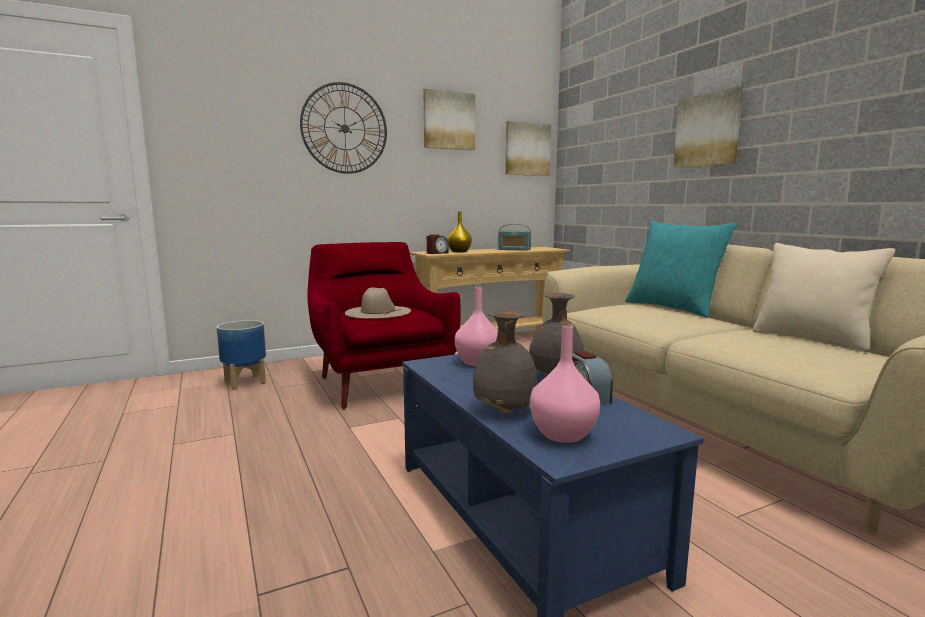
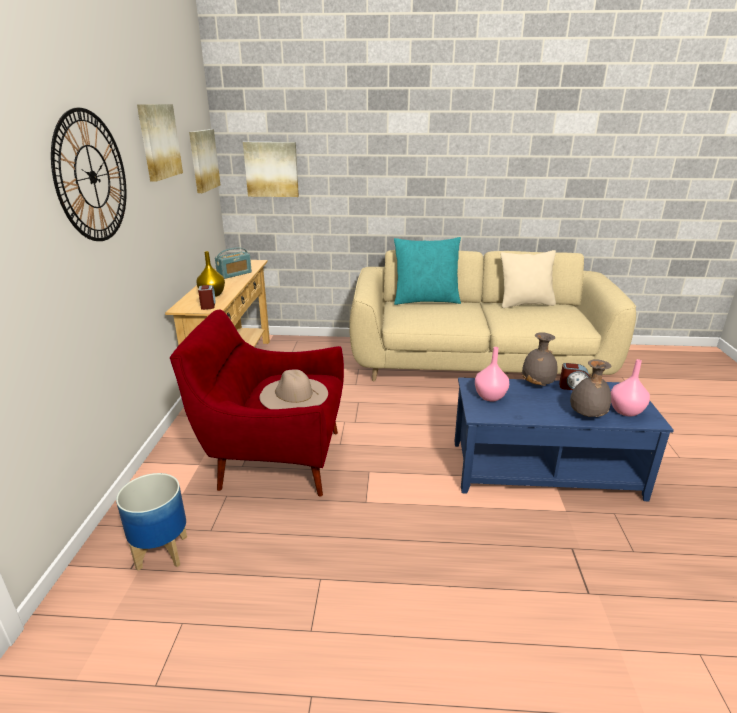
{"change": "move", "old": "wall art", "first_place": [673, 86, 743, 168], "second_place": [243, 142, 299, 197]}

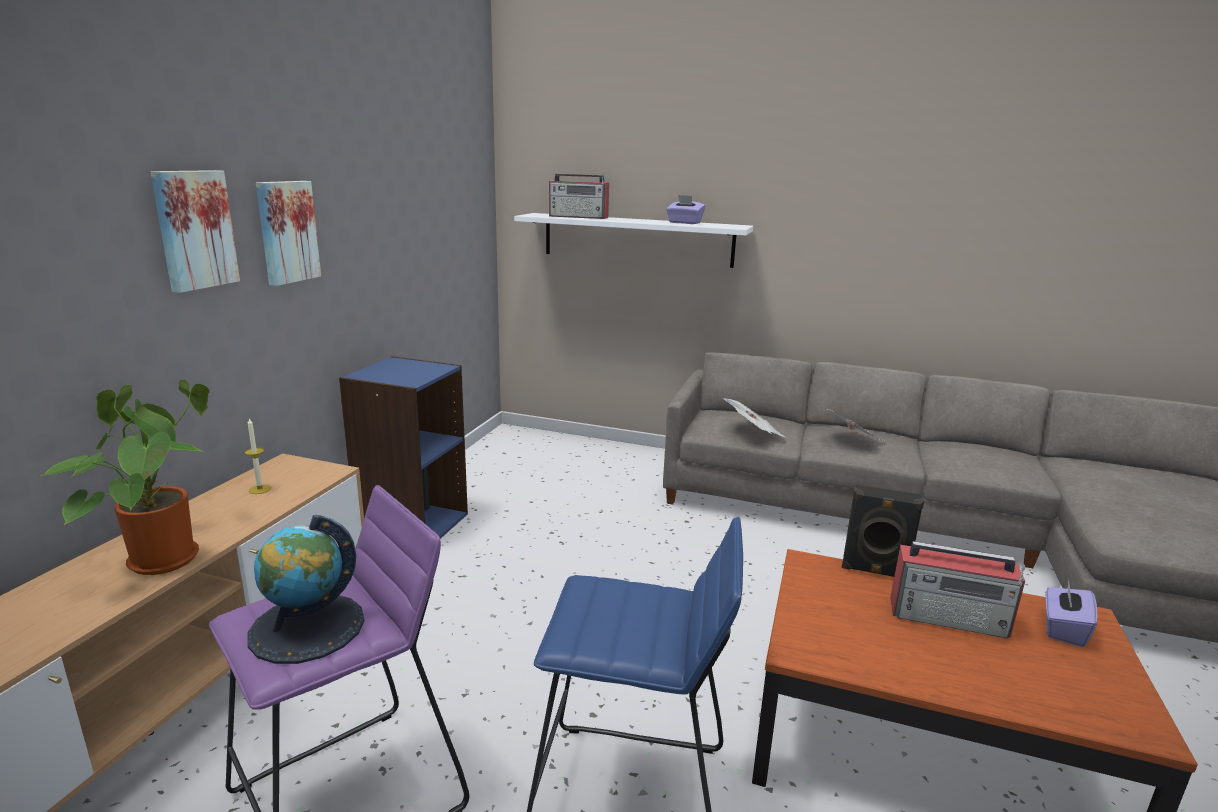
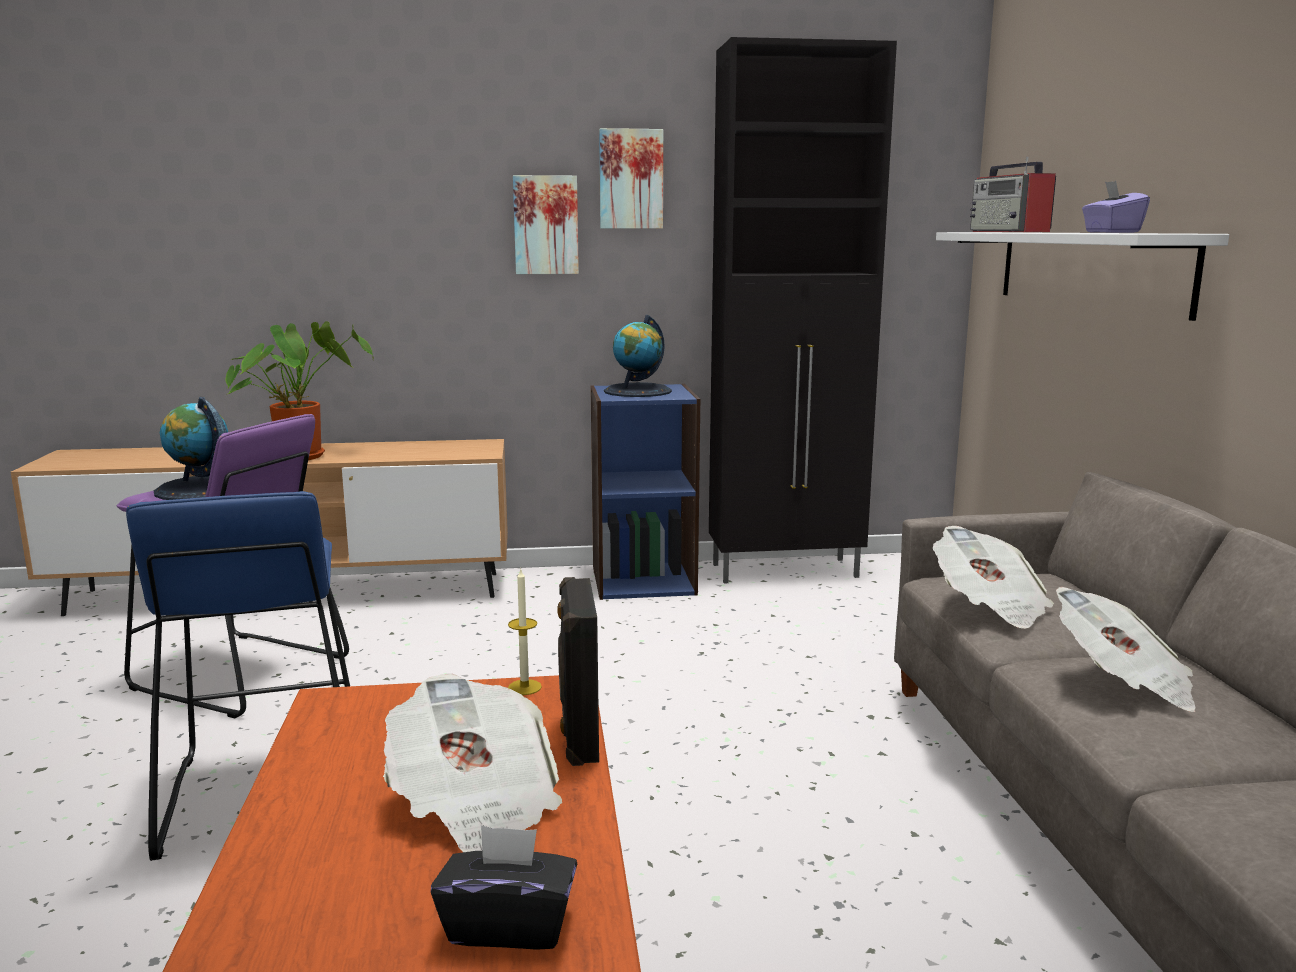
{"change": "insert", "new": "world globe", "second_place": [604, 315, 672, 397]}
{"change": "insert", "new": "black cupboard", "second_place": [709, 37, 897, 584]}
{"change": "move", "old": "wall art", "first_place": [151, 170, 240, 293], "second_place": [599, 128, 663, 229]}
{"change": "move", "old": "candle", "first_place": [244, 418, 271, 494], "second_place": [508, 570, 542, 695]}
{"change": "replace", "old": "radio", "new": "printed paper", "first_place": [890, 541, 1025, 638], "second_place": [383, 674, 562, 852]}
{"change": "recolor", "old": "purplish tissue holder", "new": "black tissue holder", "first_place": [1045, 579, 1097, 647], "second_place": [431, 825, 577, 950]}

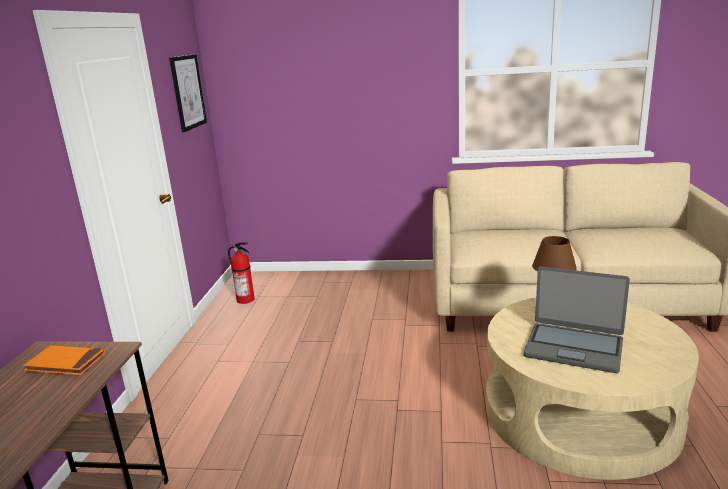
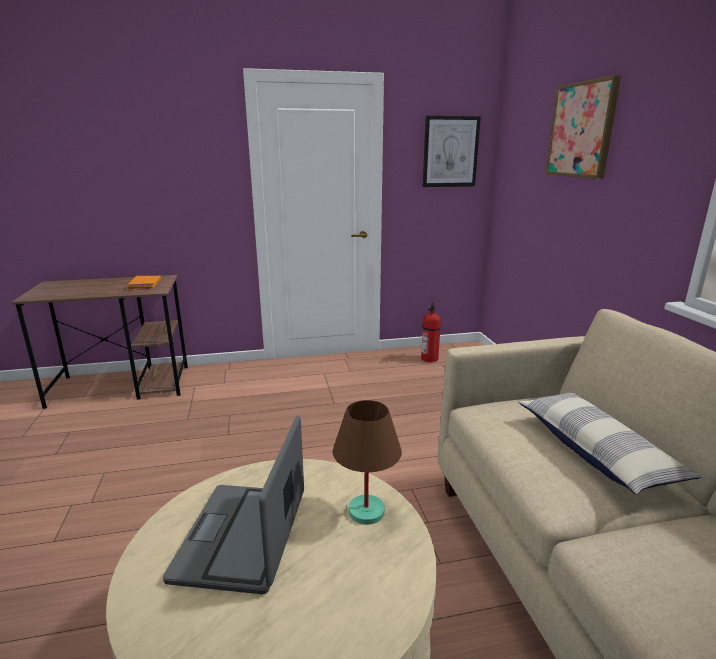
{"change": "insert", "new": "pillow", "second_place": [518, 393, 702, 494]}
{"change": "insert", "new": "wall art", "second_place": [545, 75, 621, 179]}

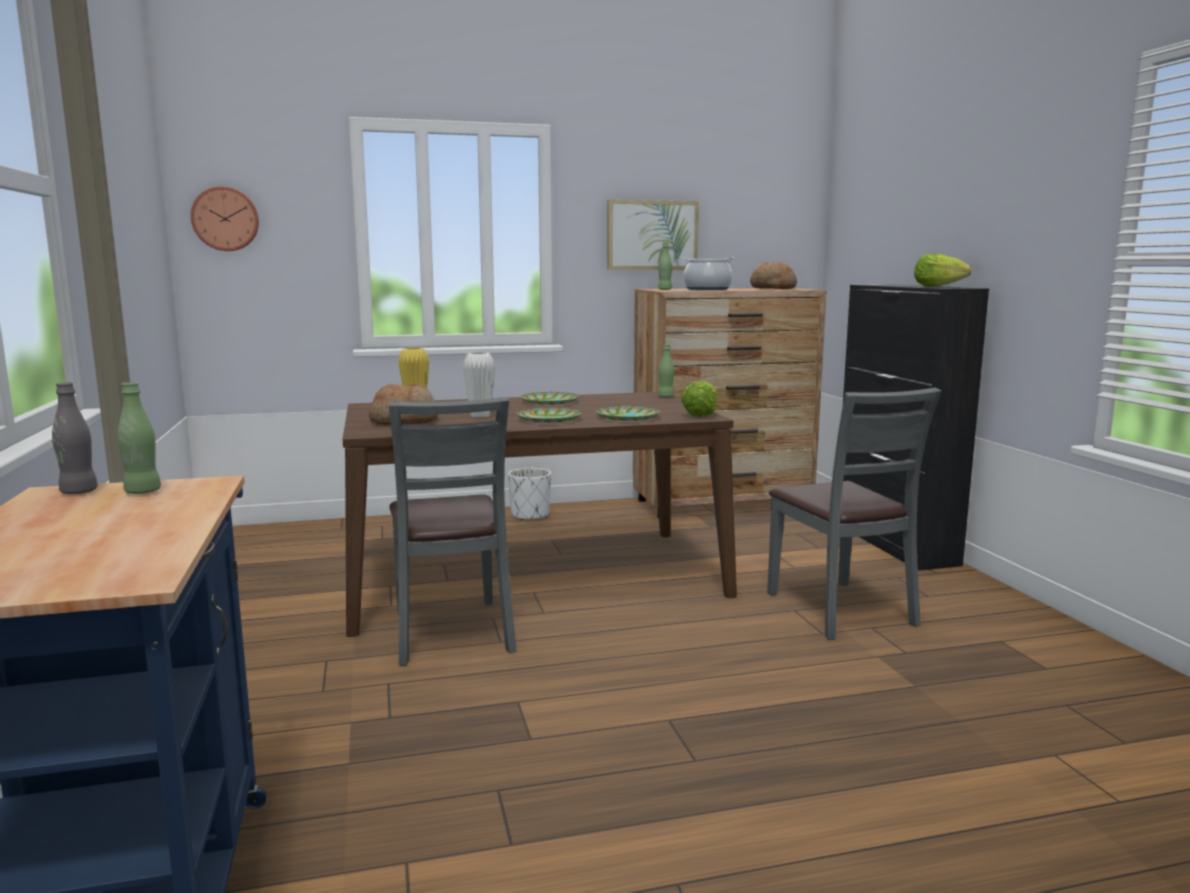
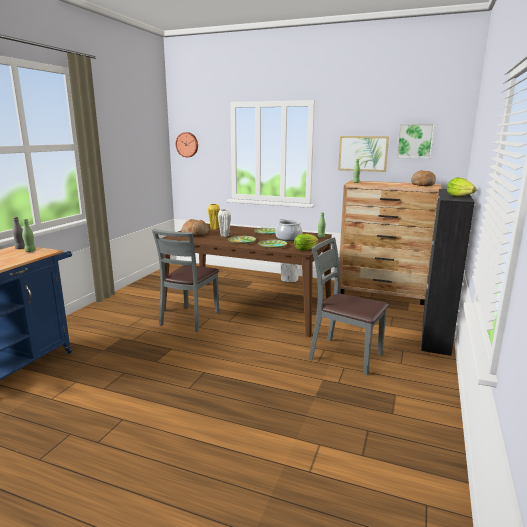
{"change": "insert", "new": "wall art", "second_place": [396, 124, 435, 158]}
{"change": "move", "old": "stockpot", "first_place": [683, 258, 735, 290], "second_place": [275, 219, 302, 241]}
{"change": "rotate", "old": "gray chair", "first_place": [767, 388, 941, 640], "second_place": [308, 237, 389, 375], "degrees": 105}

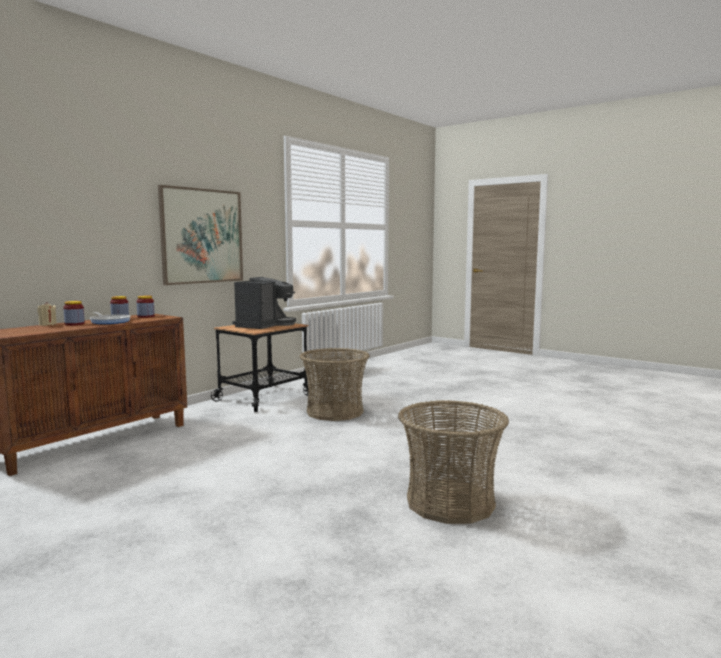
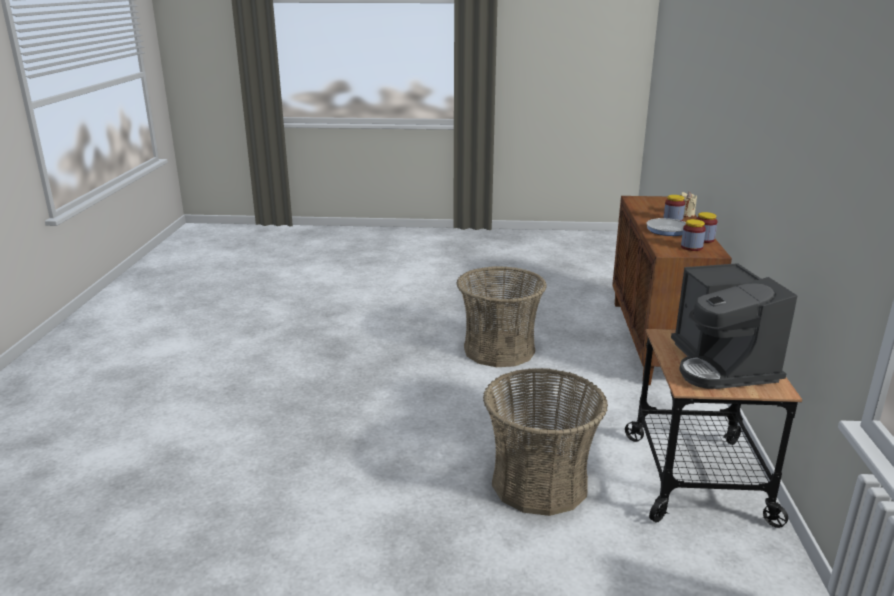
{"change": "delete", "old": "wall art", "first_place": [158, 185, 243, 285]}
{"change": "move", "old": "basket", "first_place": [398, 400, 509, 524], "second_place": [457, 266, 547, 367]}

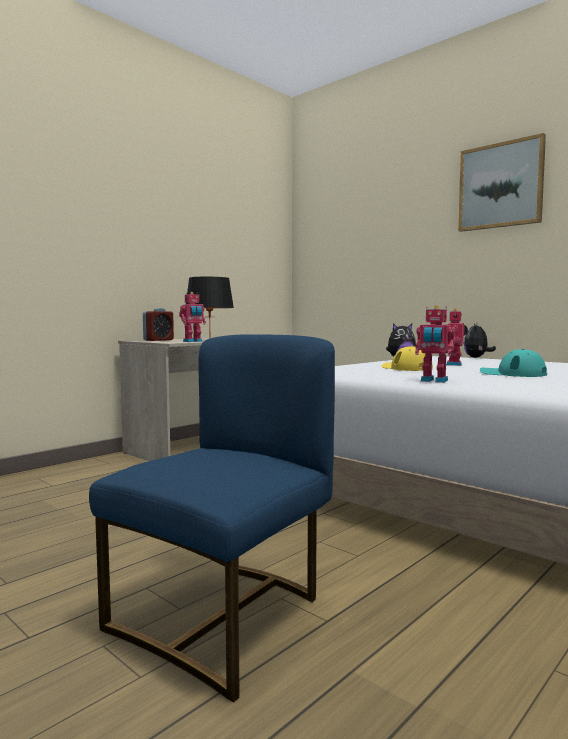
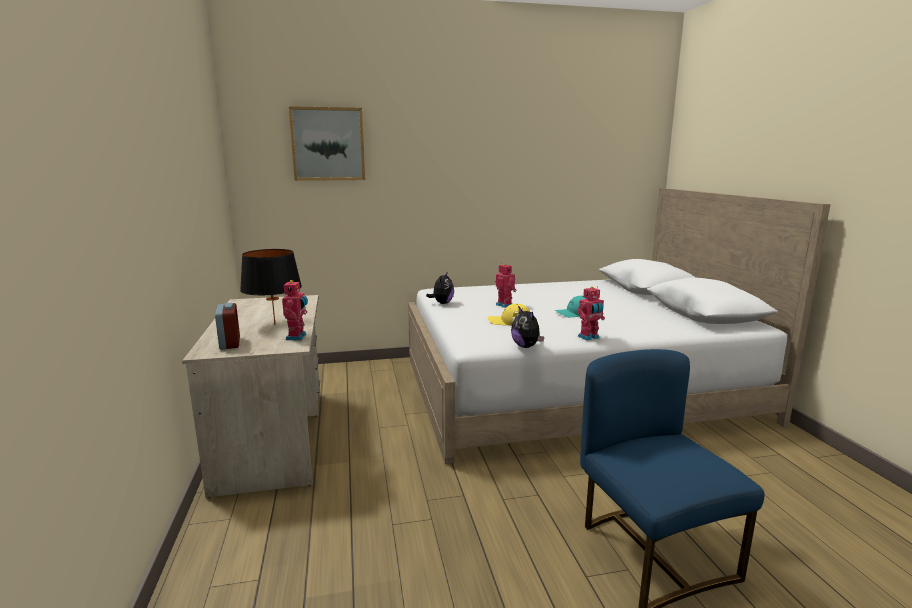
{"change": "move", "old": "wall art", "first_place": [458, 133, 546, 232], "second_place": [289, 106, 365, 181]}
{"change": "move", "old": "cuddly toy", "first_place": [464, 323, 496, 358], "second_place": [511, 306, 544, 348]}

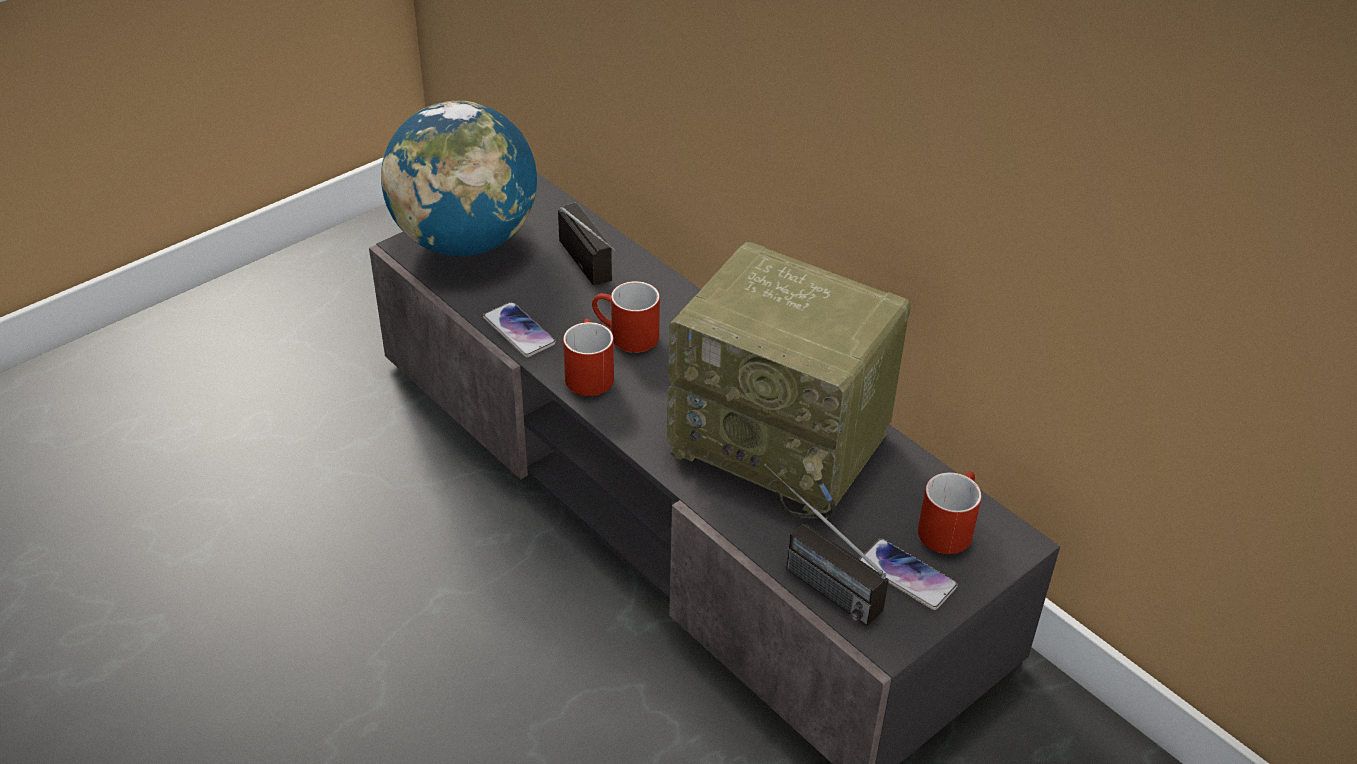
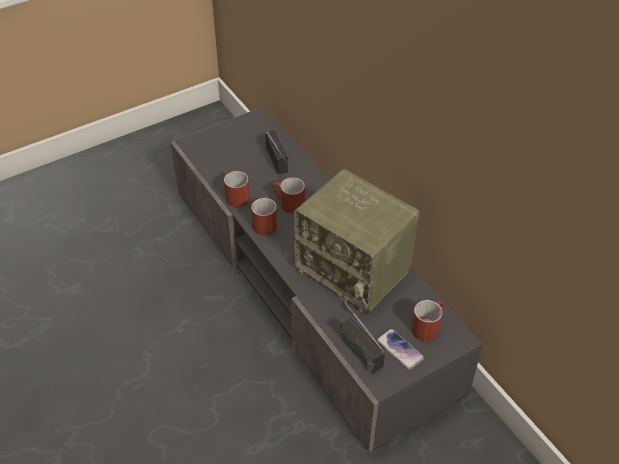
{"change": "delete", "old": "world globe", "first_place": [381, 101, 537, 256]}
{"change": "replace", "old": "telephone", "new": "red coffee mug", "first_place": [483, 302, 556, 357], "second_place": [224, 169, 250, 207]}

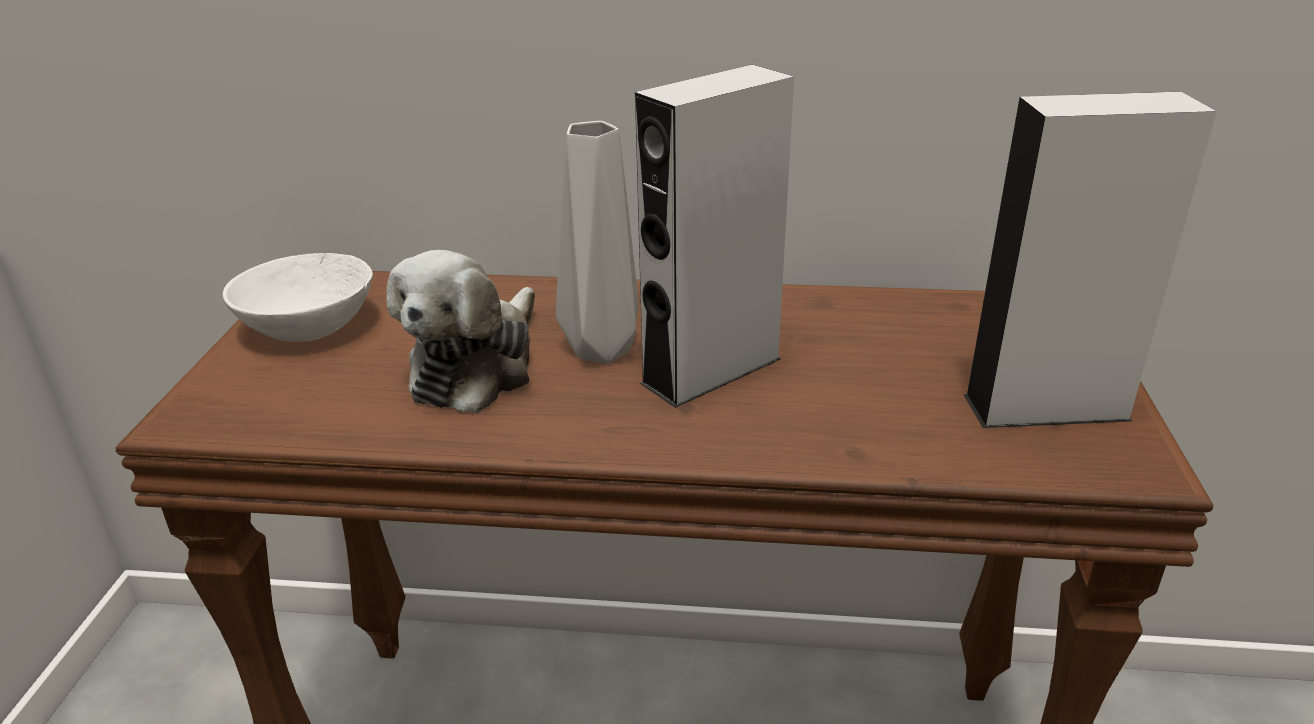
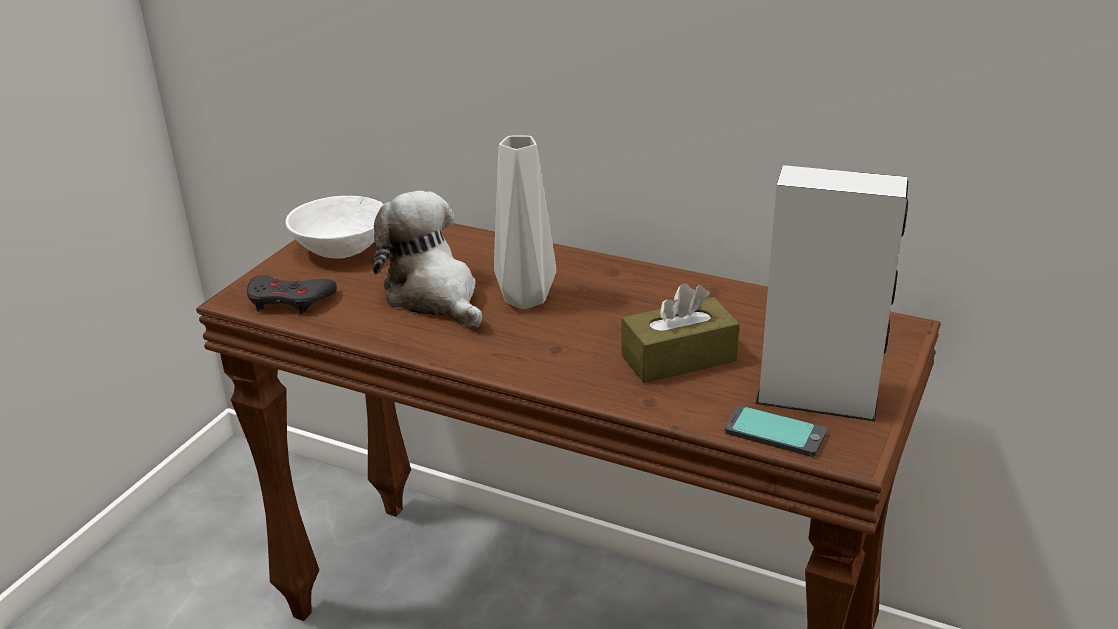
{"change": "delete", "old": "gray speaker", "first_place": [635, 65, 794, 408]}
{"change": "insert", "new": "gray game controller", "second_place": [247, 275, 337, 315]}
{"change": "insert", "new": "brown-coloured tissue holder", "second_place": [621, 283, 740, 383]}
{"change": "insert", "new": "telephone", "second_place": [725, 406, 827, 457]}
{"change": "rotate", "old": "cuddly toy", "first_place": [387, 250, 535, 413], "second_place": [373, 191, 482, 327], "degrees": 105}

